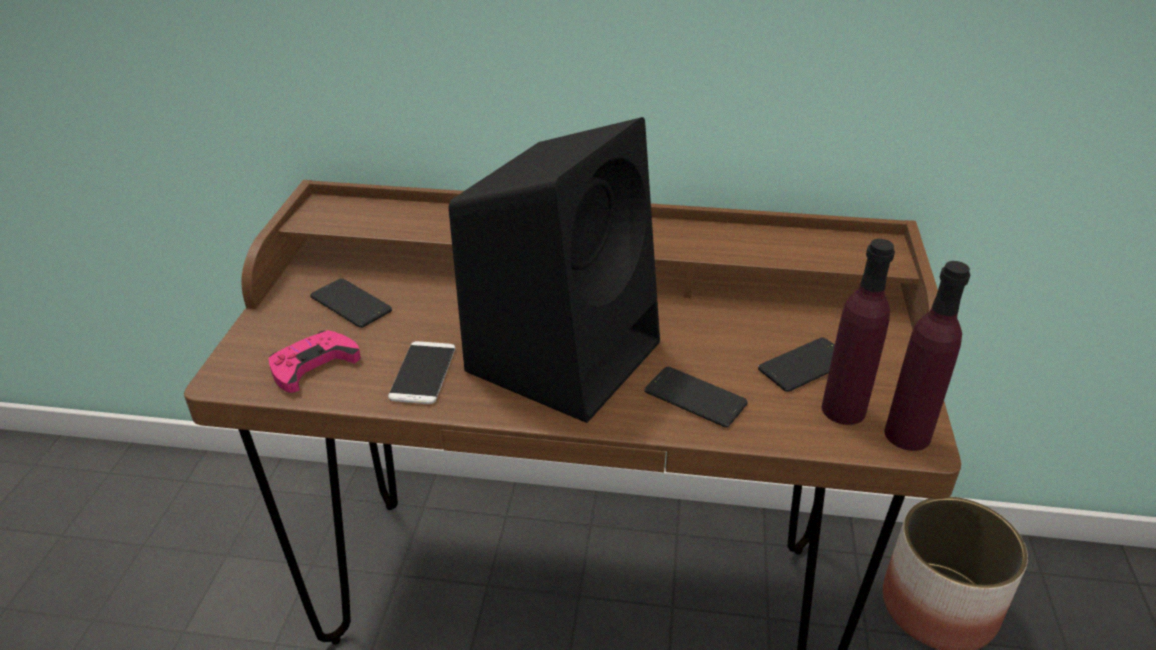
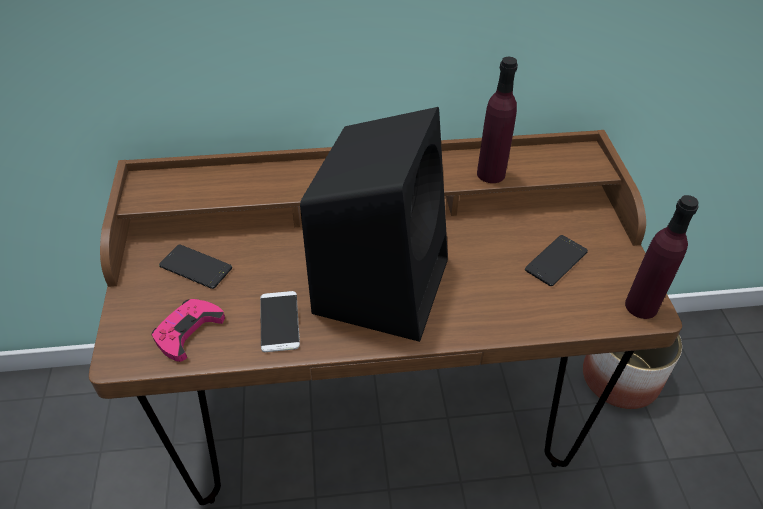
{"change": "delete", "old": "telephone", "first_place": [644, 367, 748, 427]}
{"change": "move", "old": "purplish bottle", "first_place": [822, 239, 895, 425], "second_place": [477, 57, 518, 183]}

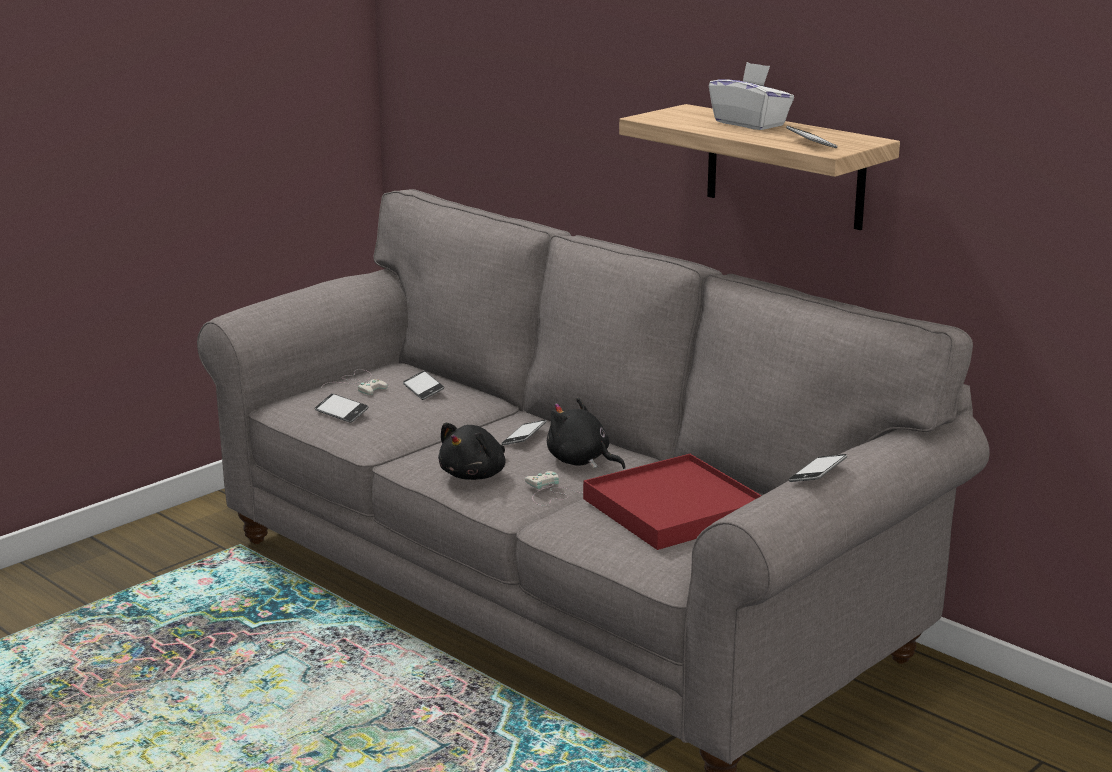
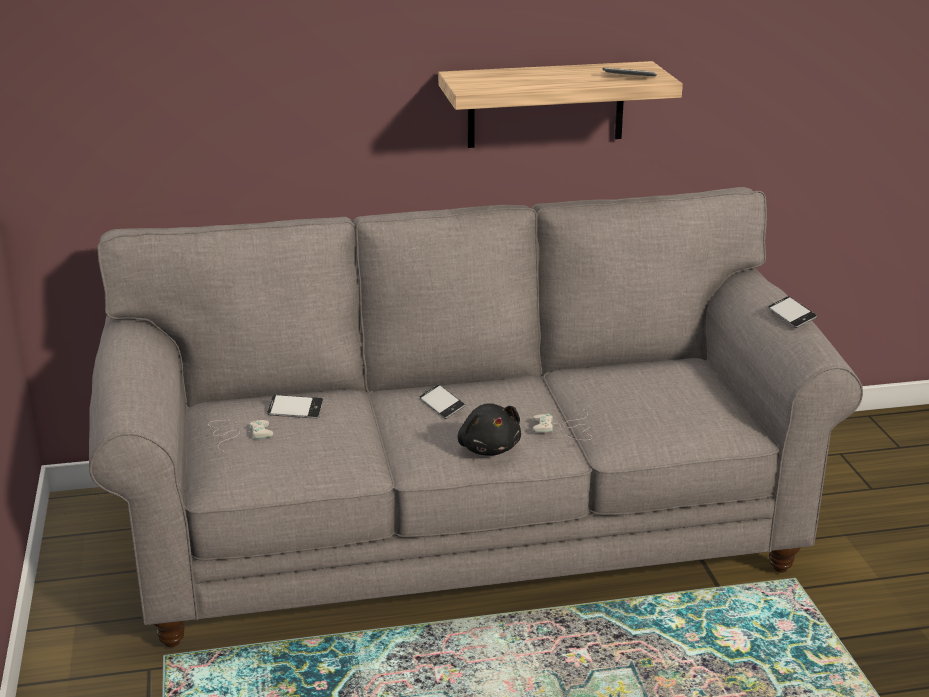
{"change": "delete", "old": "telephone", "first_place": [315, 394, 368, 423]}
{"change": "delete", "old": "black cuddly toy", "first_place": [547, 398, 626, 469]}
{"change": "delete", "old": "red carrying tray", "first_place": [583, 454, 762, 550]}
{"change": "delete", "old": "whitish tissue holder", "first_place": [709, 62, 794, 130]}

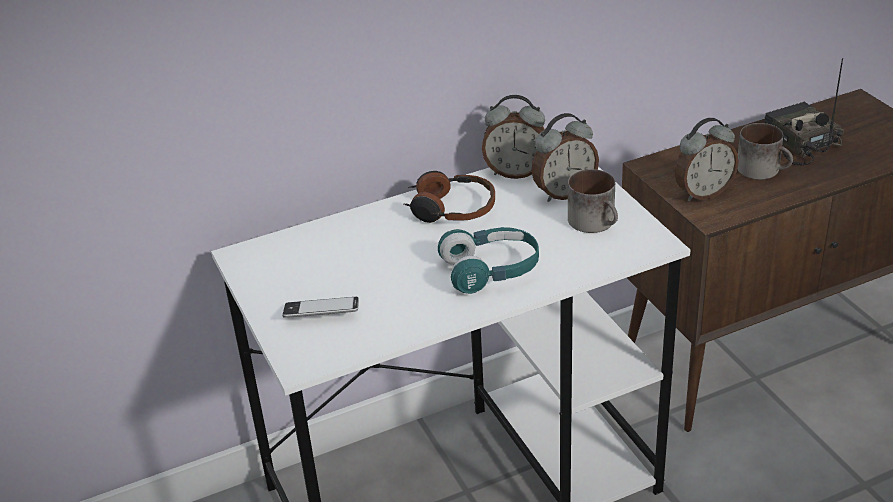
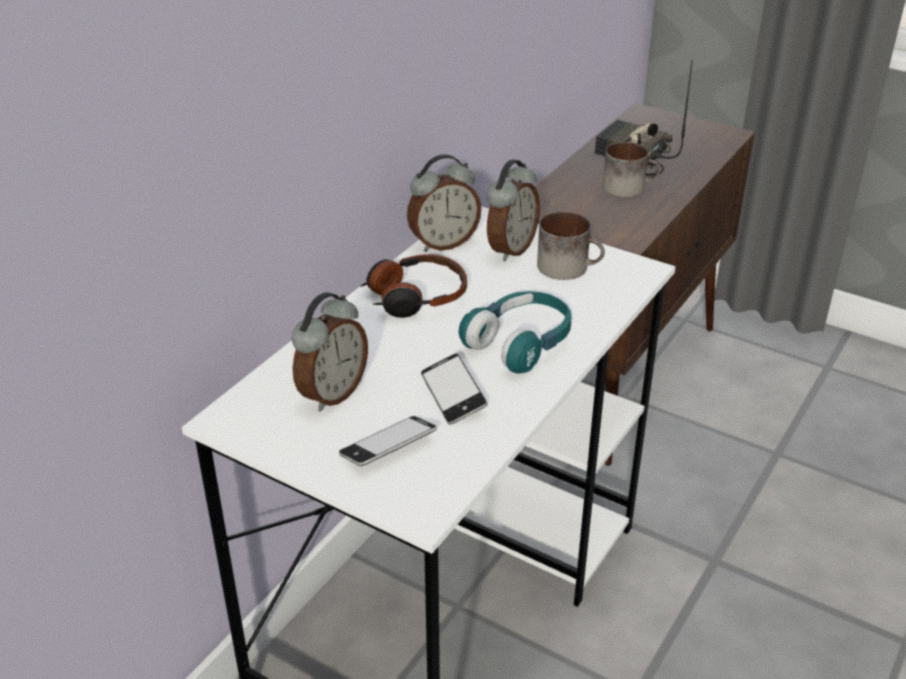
{"change": "insert", "new": "telephone", "second_place": [421, 353, 488, 424]}
{"change": "move", "old": "table clock", "first_place": [675, 118, 739, 201], "second_place": [292, 292, 368, 412]}

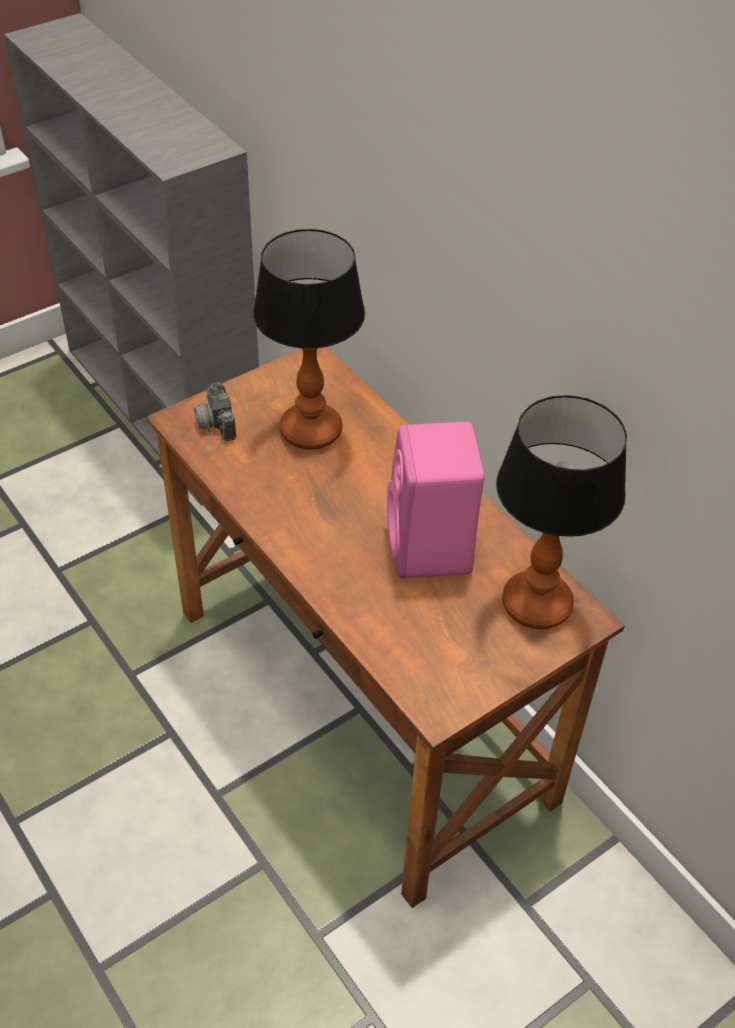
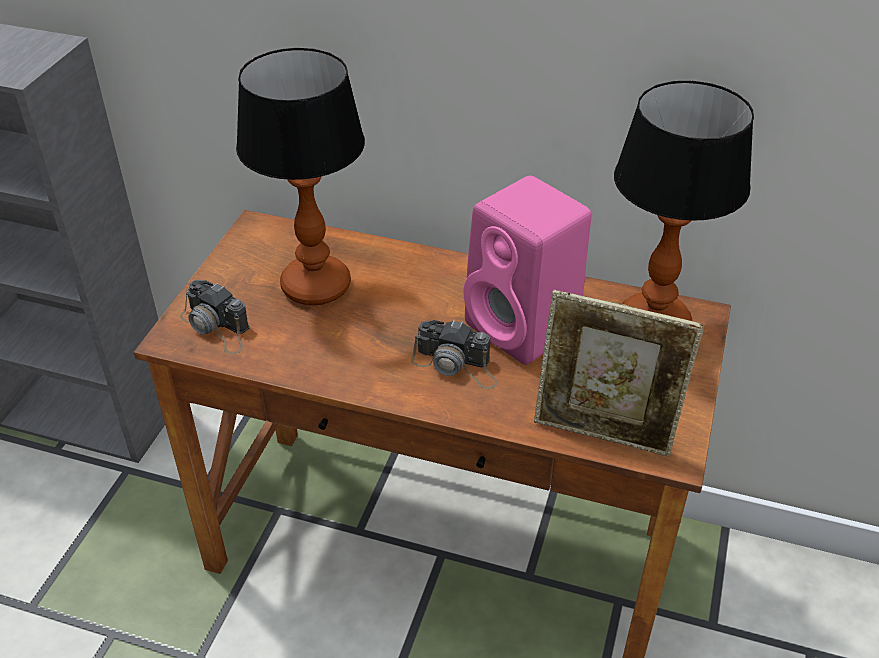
{"change": "insert", "new": "photo camera", "second_place": [411, 320, 498, 389]}
{"change": "insert", "new": "photo frame", "second_place": [534, 290, 704, 457]}

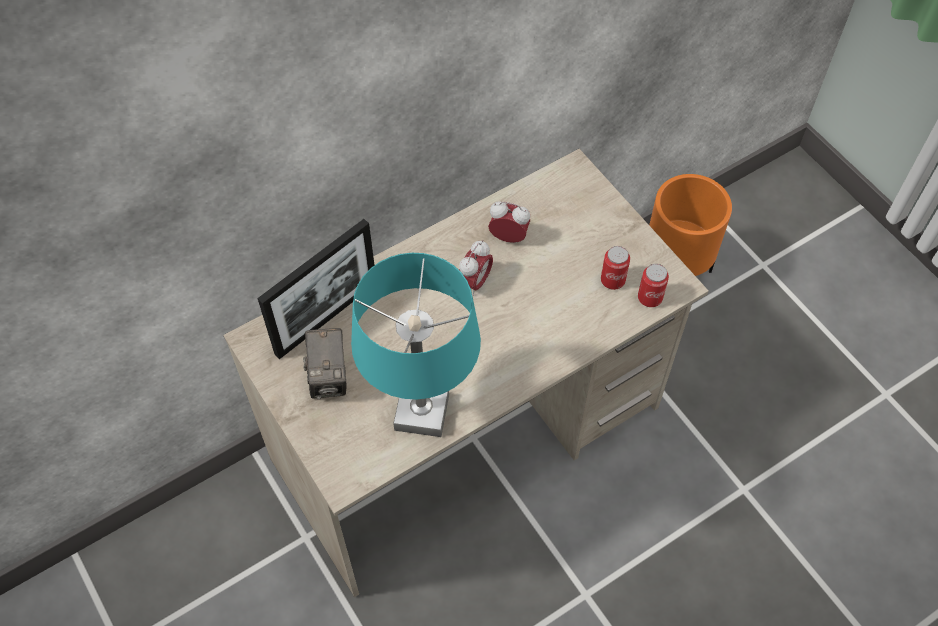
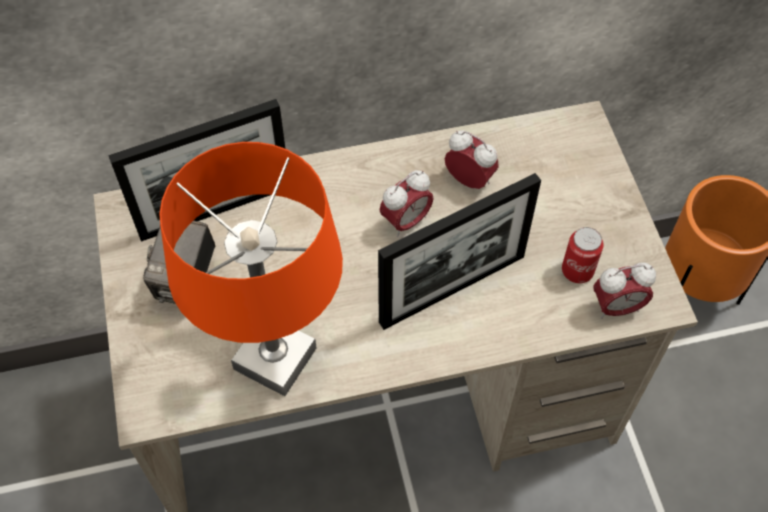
{"change": "insert", "new": "photo frame", "second_place": [378, 173, 541, 330]}
{"change": "replace", "old": "metal can", "new": "table clock", "first_place": [638, 264, 669, 307], "second_place": [594, 263, 656, 319]}
{"change": "recolor", "old": "turquoise-coloured table lamp", "new": "orange-coloured table lamp", "first_place": [351, 253, 481, 437], "second_place": [159, 142, 343, 396]}

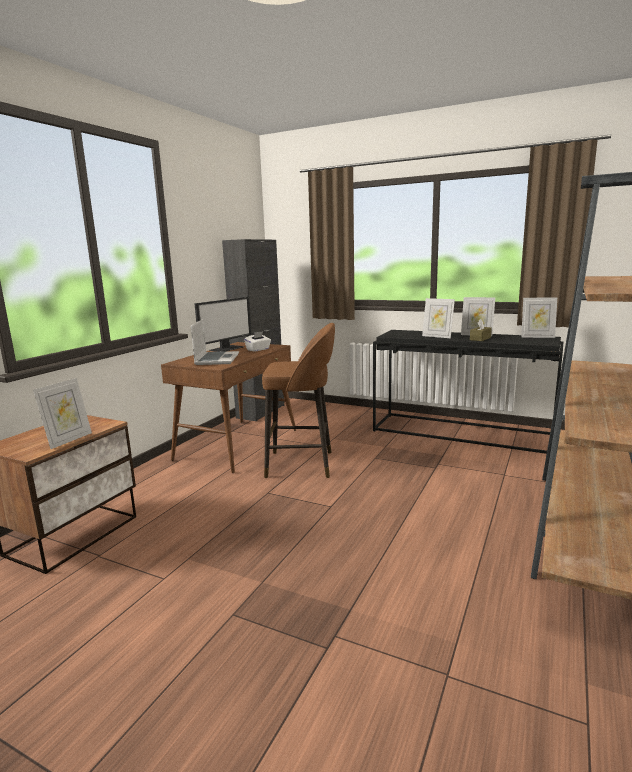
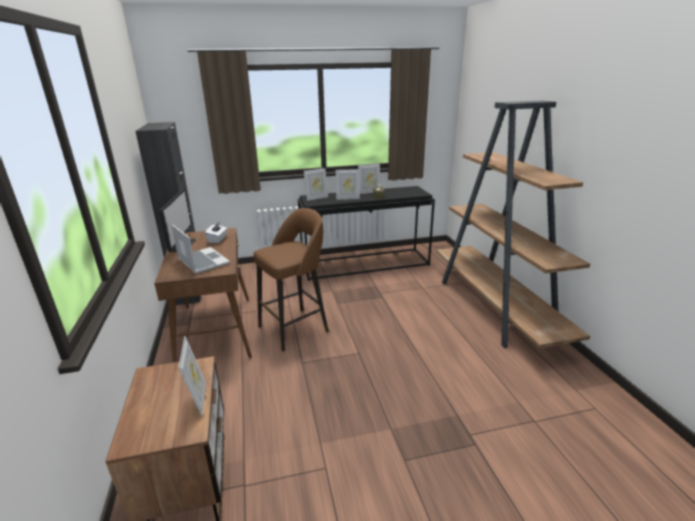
{"change": "move", "old": "photo frame", "first_place": [521, 297, 557, 338], "second_place": [304, 168, 328, 201]}

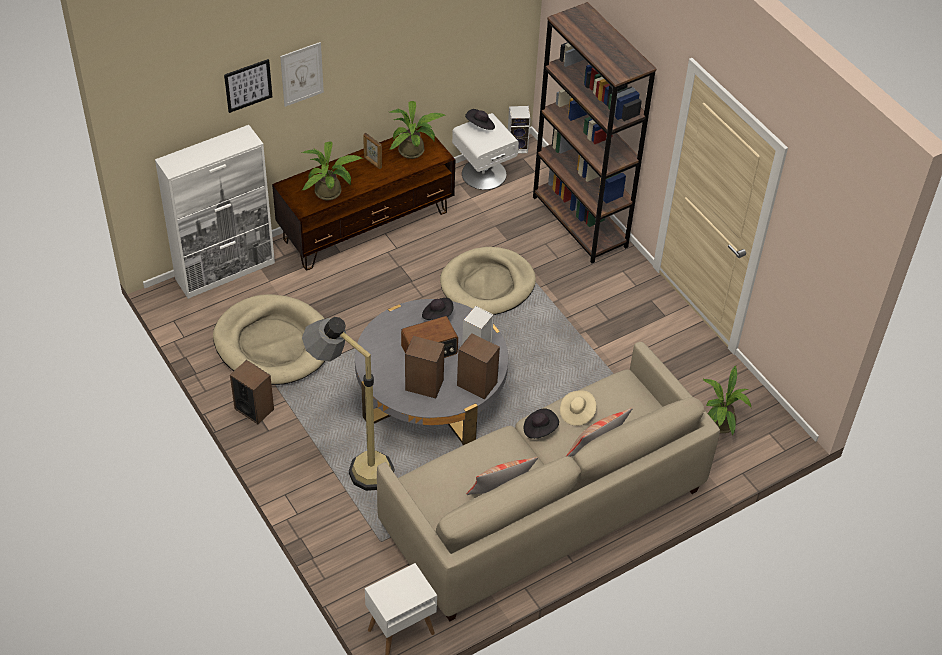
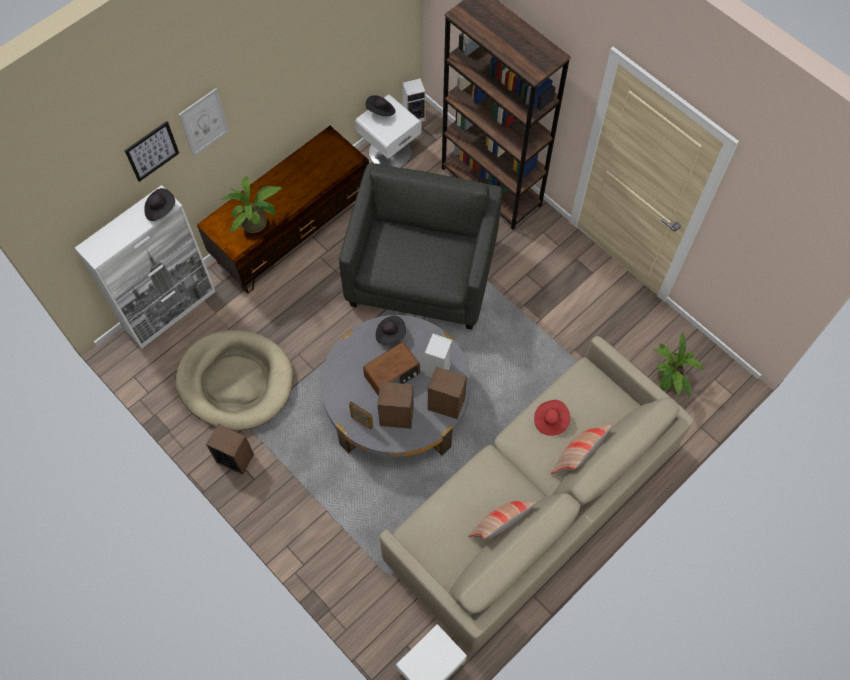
{"change": "delete", "old": "standard lamp", "first_place": [302, 317, 394, 491]}
{"change": "delete", "old": "houseplant", "first_place": [389, 101, 446, 159]}
{"change": "move", "old": "photo frame", "first_place": [363, 133, 382, 169], "second_place": [349, 401, 374, 429]}
{"change": "move", "old": "black hat", "first_place": [524, 408, 559, 439], "second_place": [144, 188, 175, 221]}
{"change": "replace", "old": "sand-coloured pet bed", "new": "gray armchair", "first_place": [440, 247, 536, 315], "second_place": [339, 163, 502, 330]}
{"change": "recolor", "old": "sand-coloured hat", "new": "red hat", "first_place": [560, 390, 596, 426], "second_place": [534, 400, 570, 436]}

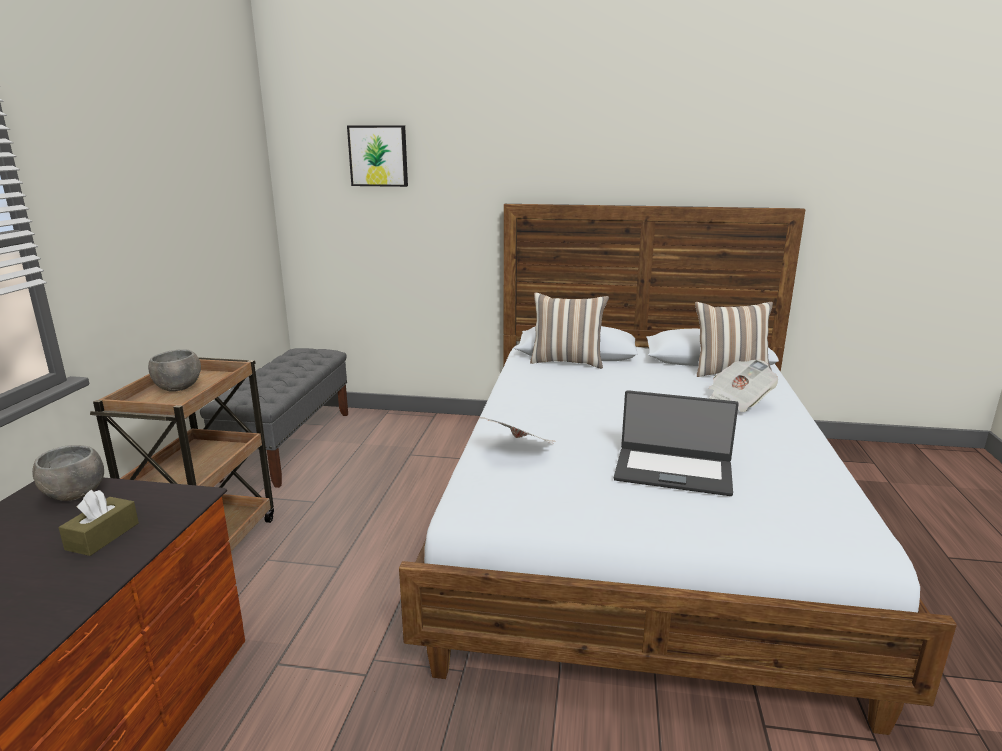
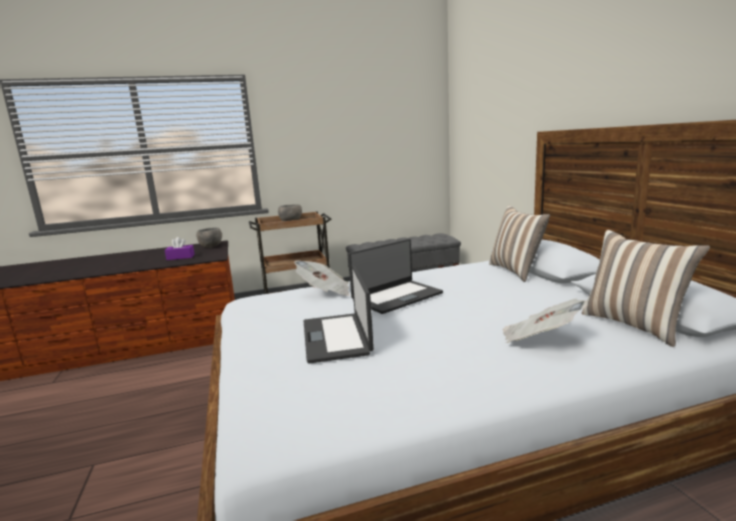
{"change": "delete", "old": "wall art", "first_place": [347, 125, 408, 187]}
{"change": "insert", "new": "laptop", "second_place": [348, 239, 443, 314]}
{"change": "recolor", "old": "brown-coloured tissue holder", "new": "purplish tissue holder", "first_place": [59, 490, 139, 556], "second_place": [165, 237, 195, 260]}

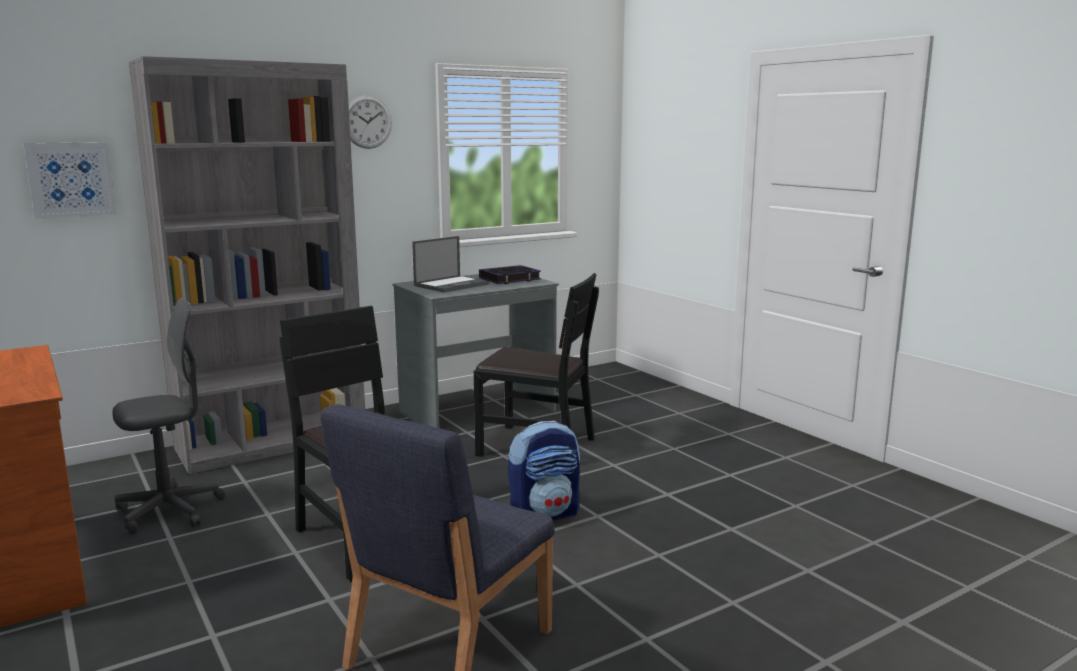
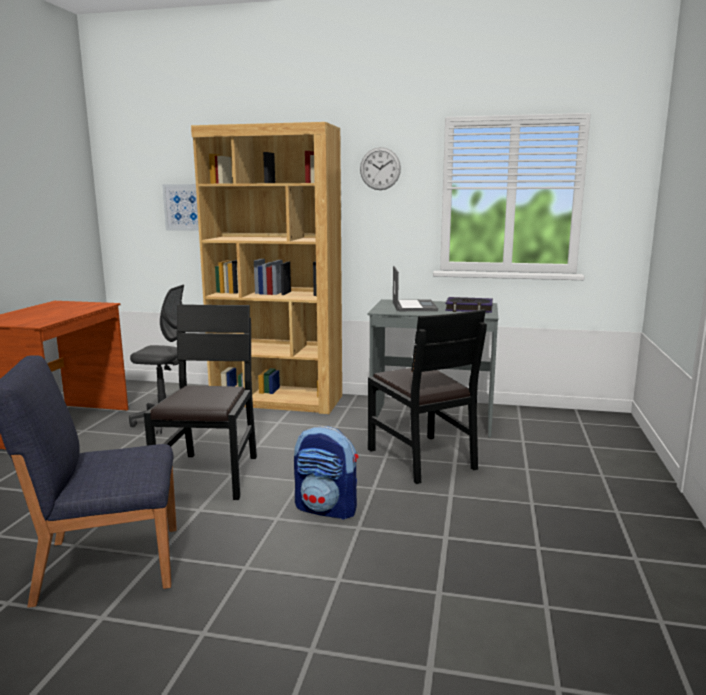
{"change": "recolor", "old": "gray shelving unit", "new": "brown-coloured shelving unit", "first_place": [129, 56, 365, 474], "second_place": [191, 122, 342, 414]}
{"change": "rotate", "old": "laptop", "first_place": [412, 236, 490, 292], "second_place": [393, 266, 438, 311], "degrees": -90}

